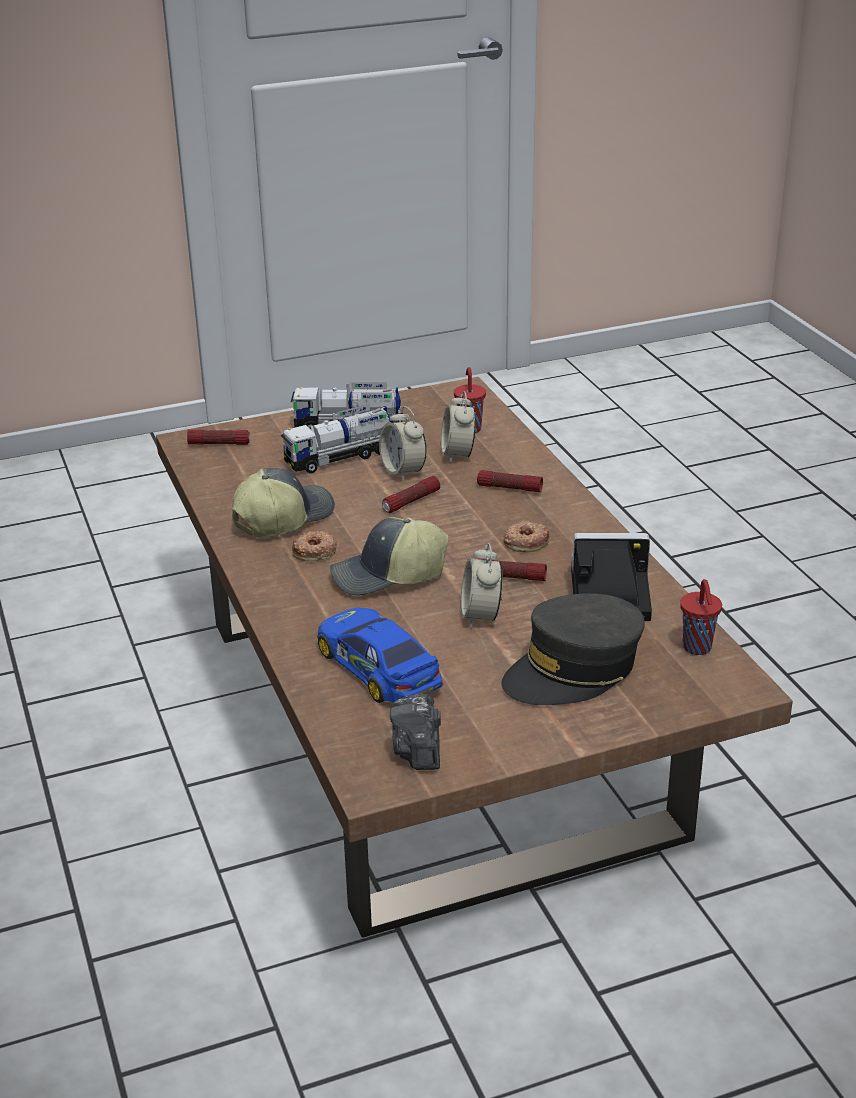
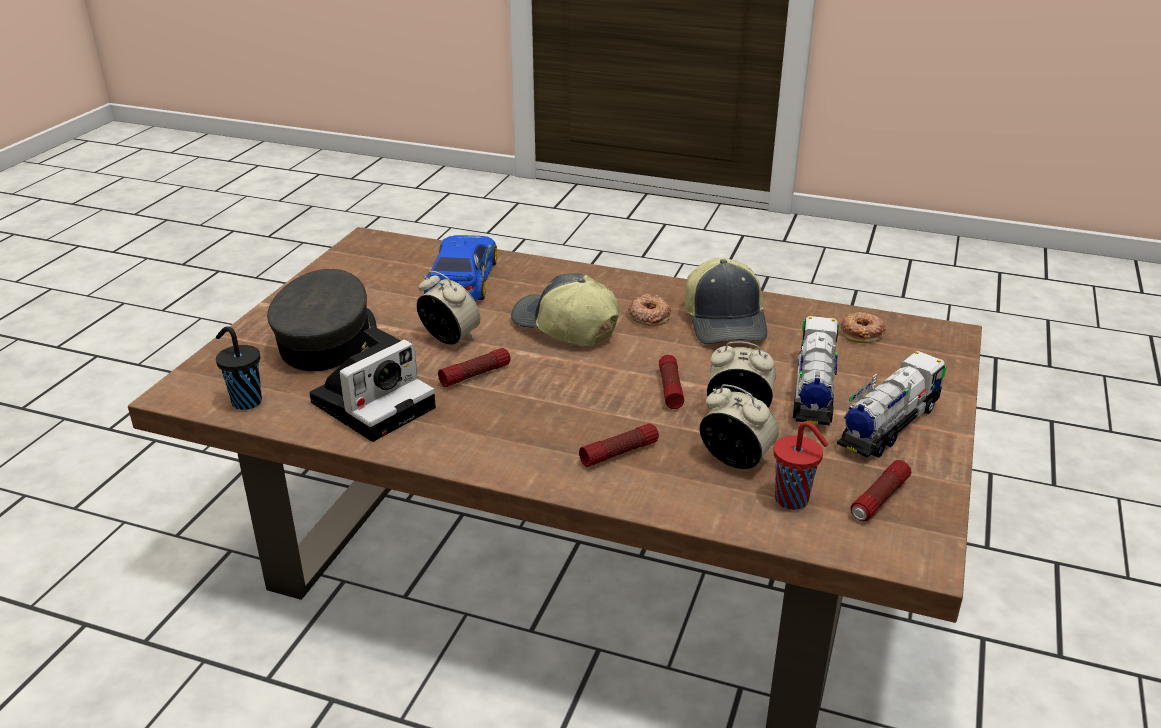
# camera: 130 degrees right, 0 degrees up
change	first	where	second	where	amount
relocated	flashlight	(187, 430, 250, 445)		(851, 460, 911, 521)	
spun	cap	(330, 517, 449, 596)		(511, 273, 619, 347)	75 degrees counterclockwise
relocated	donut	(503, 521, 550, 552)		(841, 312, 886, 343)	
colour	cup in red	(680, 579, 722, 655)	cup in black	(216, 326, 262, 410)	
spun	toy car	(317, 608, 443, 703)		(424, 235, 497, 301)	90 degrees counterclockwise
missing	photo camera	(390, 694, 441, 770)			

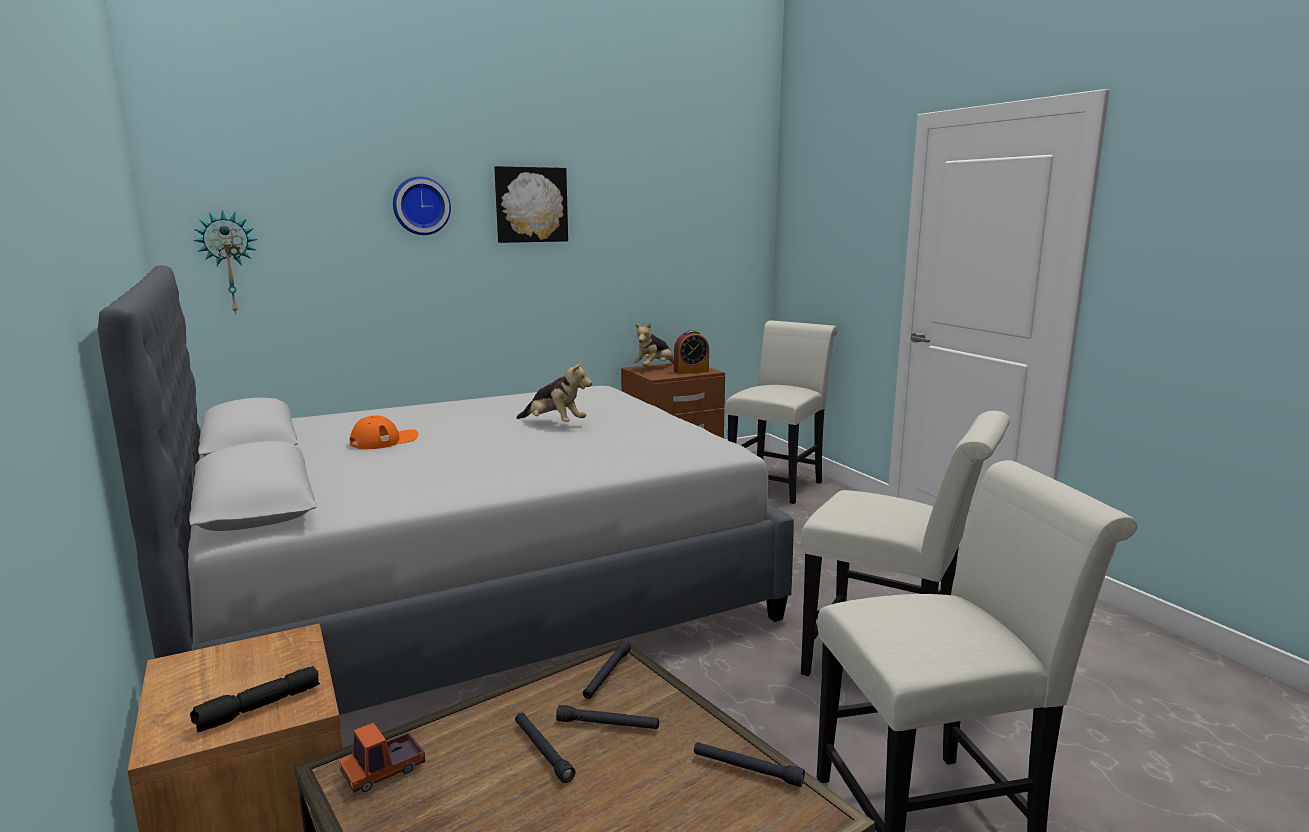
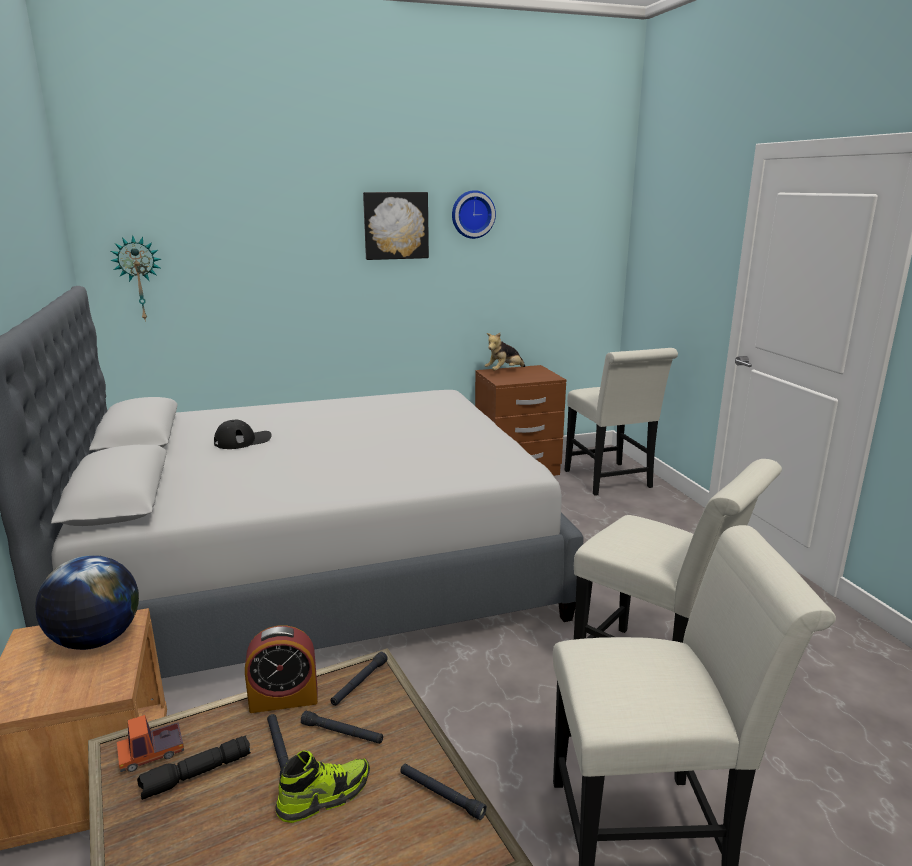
# camera: 10 degrees right, 5 degrees up
change	first	where	second	where	amount
relocated	wall clock	(393, 176, 451, 235)		(452, 190, 496, 239)	
spun	chair in white	(726, 321, 838, 504)		(564, 348, 678, 496)	120 degrees clockwise
relocated	alarm clock	(674, 330, 709, 374)		(245, 626, 318, 713)	
missing	plush toy	(517, 360, 592, 422)			
colour	cap in orange	(350, 416, 418, 449)	cap in black	(214, 420, 272, 449)	
relocated	flashlight in black	(190, 666, 320, 732)		(137, 735, 251, 800)	
appeared			globe	(35, 555, 139, 650)	
appeared			shoe	(275, 750, 370, 823)	

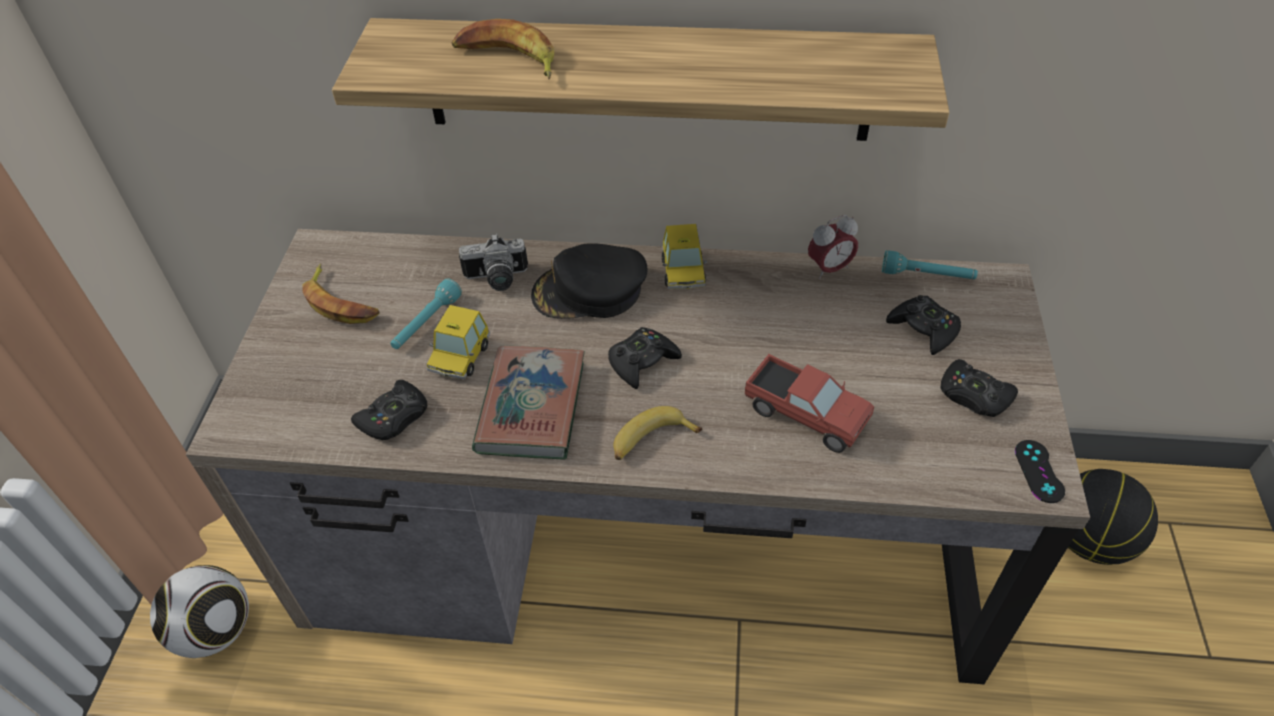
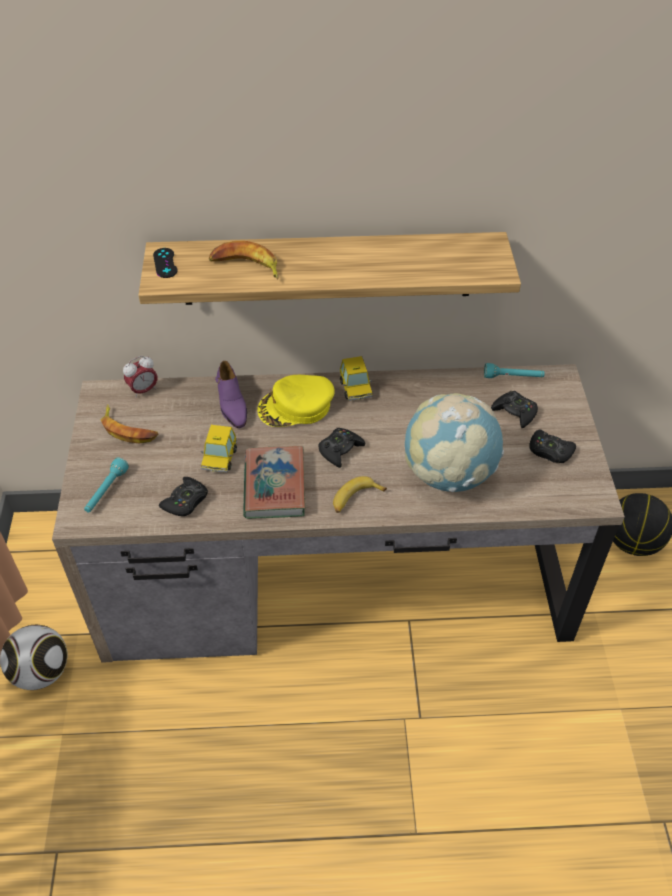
# camera: 10 degrees left, 0 degrees up
change	first	where	second	where	amount
relocated	alarm clock	(808, 215, 858, 279)		(123, 356, 158, 398)	
exchanged	photo camera	(459, 233, 528, 291)	shoe in purple	(215, 361, 247, 428)	
colour	cap in black	(531, 243, 648, 319)	cap in yellow	(257, 375, 335, 427)	
relocated	flashlight in turquoise	(390, 278, 462, 349)		(84, 457, 129, 513)	
exchanged	toy truck	(745, 354, 874, 453)	globe	(405, 393, 504, 492)	
relocated	game controller in black	(1015, 440, 1065, 503)		(153, 248, 178, 278)	

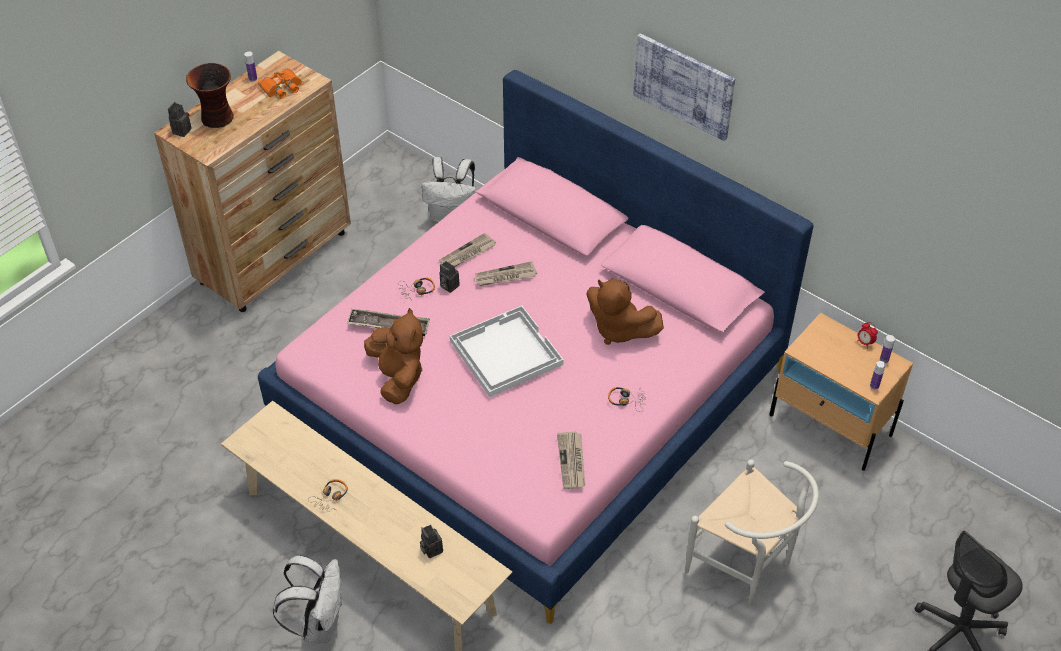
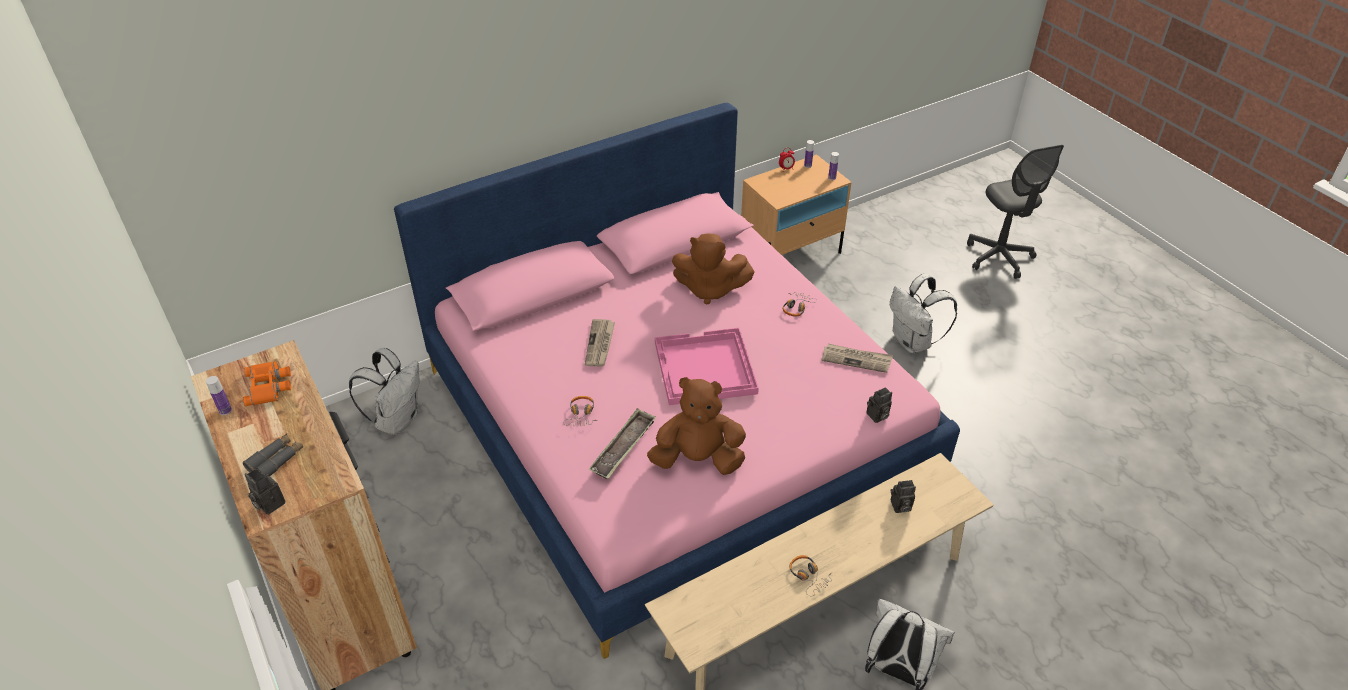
# camera: 70 degrees left, 5 degrees down
change	first	where	second	where	amount
missing	picture	(633, 33, 735, 141)			
exchanged	vase	(186, 63, 234, 128)	binoculars in grey	(243, 434, 303, 476)	
missing	newspaper	(439, 233, 496, 267)			
relocated	photo camera	(439, 261, 460, 293)		(866, 387, 892, 423)	
spun	plush toy in brown	(587, 279, 664, 345)		(672, 234, 755, 305)	45 degrees clockwise
colour	tray in white	(450, 306, 564, 397)	tray in pink	(655, 328, 759, 405)	
exchanged	chair in white	(685, 459, 819, 605)	backpack in white	(890, 274, 957, 353)	

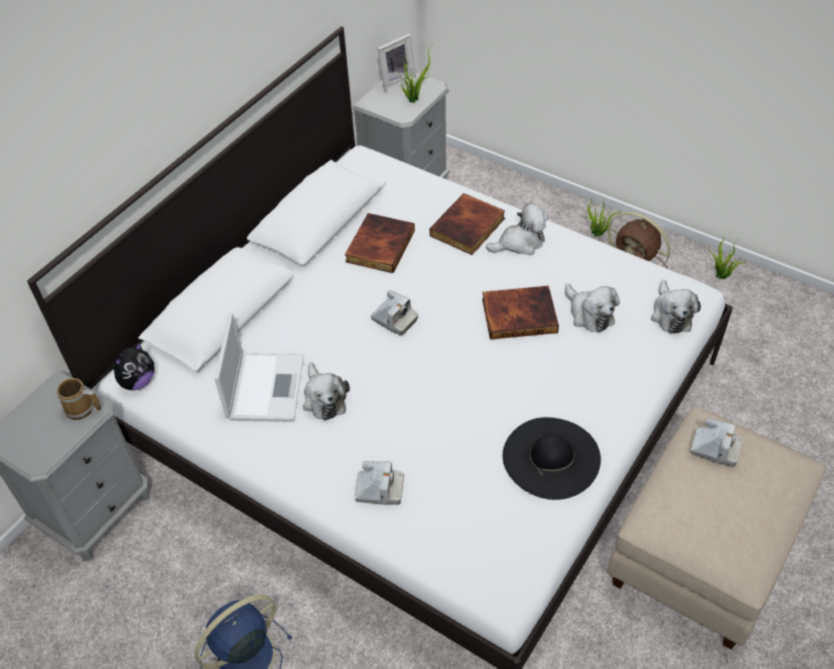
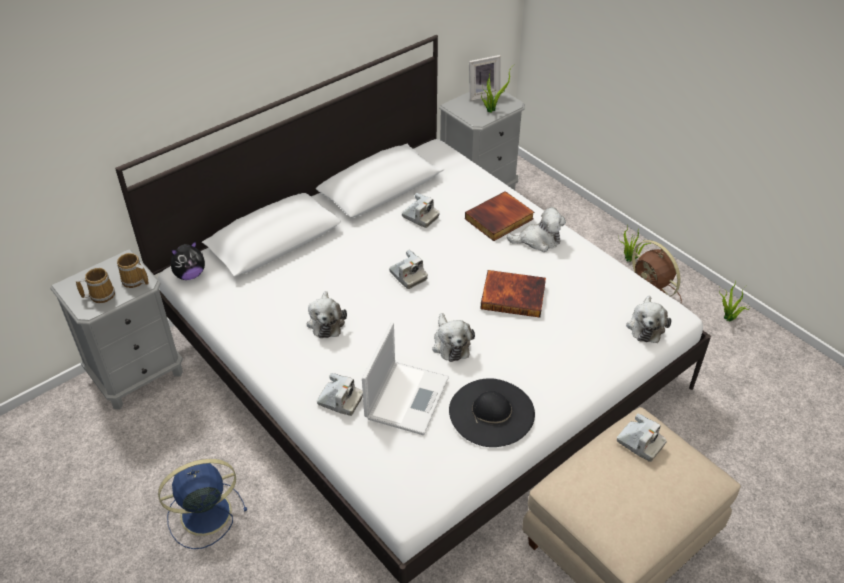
# camera: 15 degrees right, 5 degrees down
change	first	where	second	where	amount
exchanged	book	(345, 213, 415, 273)	photo camera	(402, 193, 440, 228)	
relocated	plush toy	(565, 284, 620, 333)		(432, 313, 475, 362)	
relocated	laptop	(214, 313, 304, 422)		(362, 323, 449, 435)	
appeared			mug	(76, 268, 115, 303)	

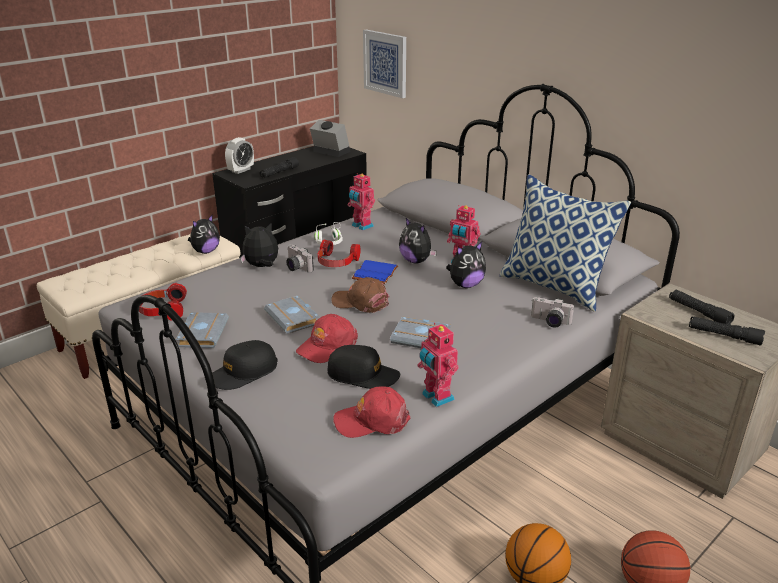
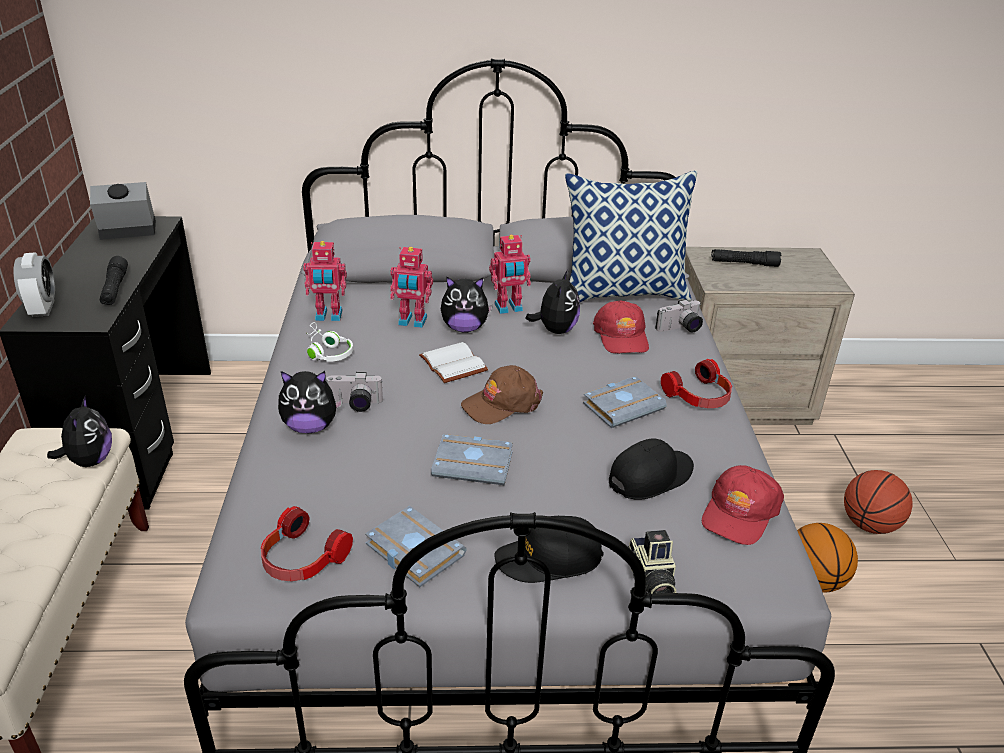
# camera: 50 degrees left, 5 degrees up
change	first	where	second	where	amount
missing	picture	(363, 30, 406, 98)			
spun	plush toy	(240, 223, 278, 267)		(278, 371, 343, 433)	120 degrees counterclockwise
relocated	headphones	(318, 239, 361, 267)		(661, 359, 732, 408)	
colour	book in blue	(352, 260, 398, 284)	book in white	(419, 342, 488, 383)	
relocated	cap in red	(296, 314, 358, 363)		(593, 300, 649, 354)	
missing	flashlight in black	(689, 316, 765, 346)			
relocated	toy robot	(418, 323, 459, 407)		(390, 247, 433, 328)	
spun	cap in black	(212, 340, 278, 390)		(494, 516, 604, 583)	75 degrees clockwise
appeared			photo camera	(628, 530, 676, 594)	

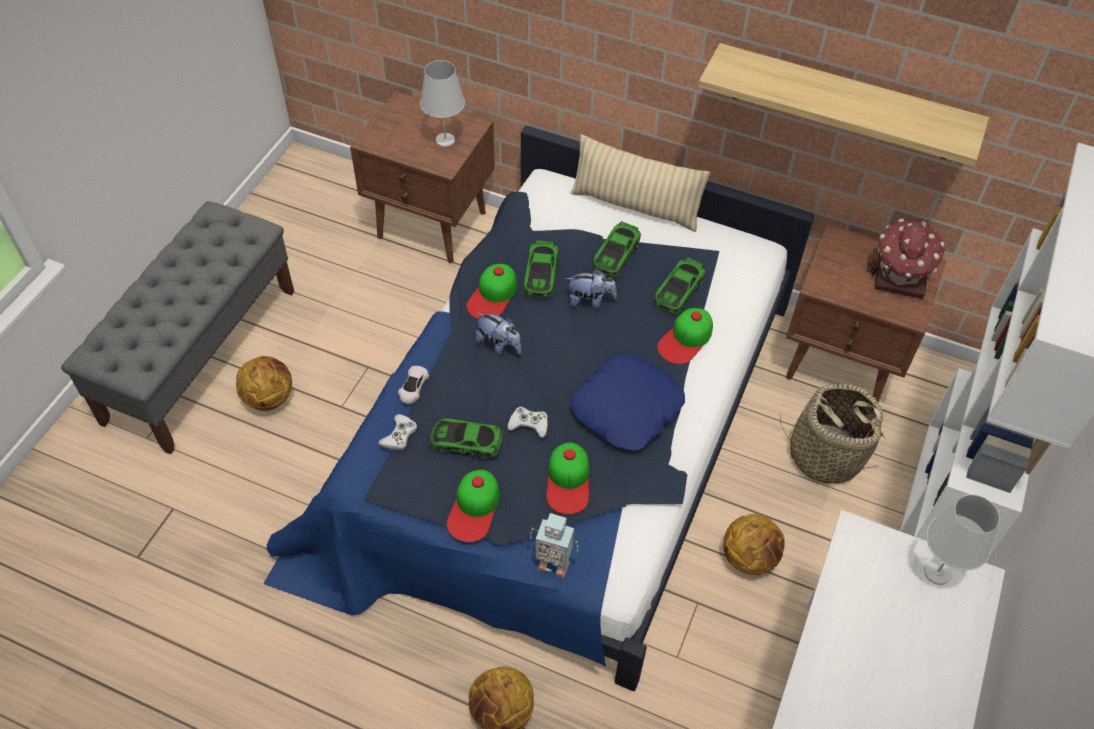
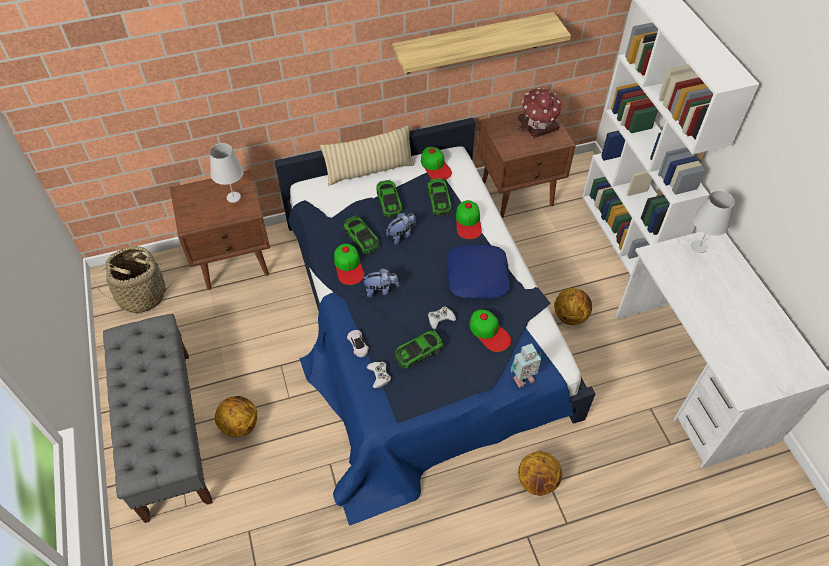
# camera: 40 degrees left, 0 degrees up
change	first	where	second	where	amount
relocated	basket	(780, 384, 886, 484)		(99, 246, 172, 314)	
relocated	cap	(447, 470, 499, 542)		(421, 147, 452, 180)	

